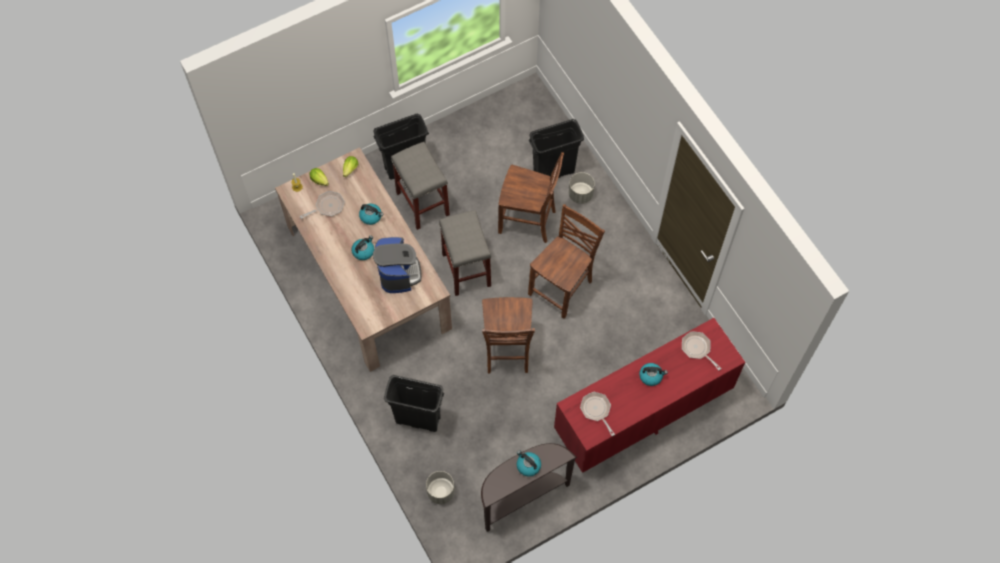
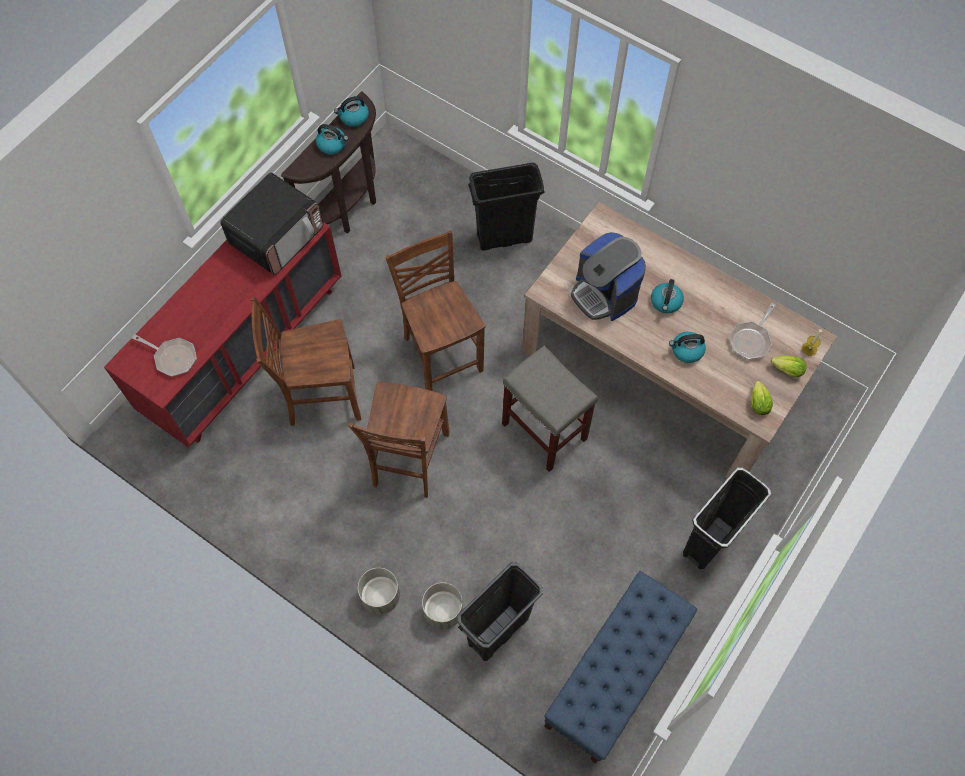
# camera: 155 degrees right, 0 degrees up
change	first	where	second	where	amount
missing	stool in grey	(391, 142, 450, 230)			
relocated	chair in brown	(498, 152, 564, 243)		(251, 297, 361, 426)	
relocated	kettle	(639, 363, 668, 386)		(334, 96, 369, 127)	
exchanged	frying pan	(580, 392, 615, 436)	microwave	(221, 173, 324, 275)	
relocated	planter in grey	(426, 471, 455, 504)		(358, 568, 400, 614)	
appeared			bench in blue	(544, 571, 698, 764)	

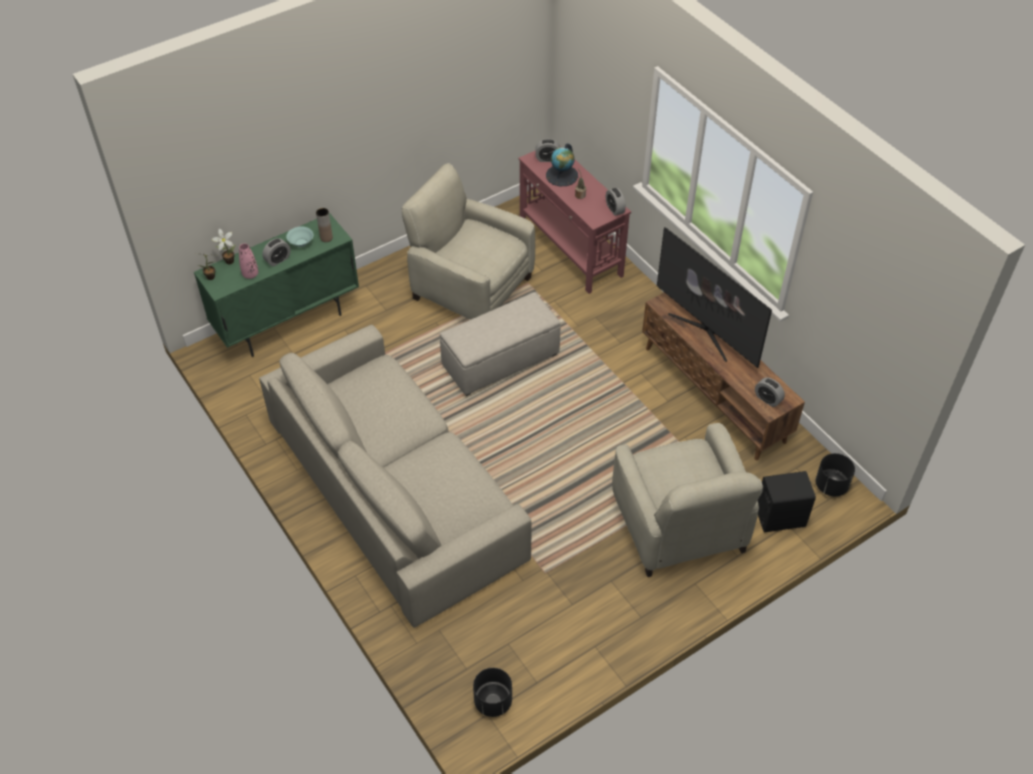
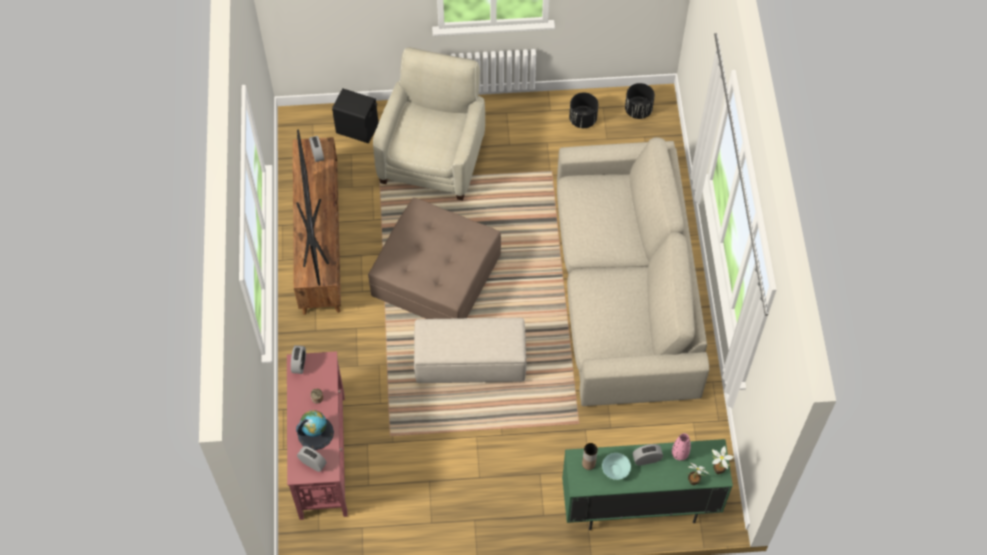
# camera: 150 degrees left, 10 degrees up
change	first	where	second	where	amount
missing	armchair in beige	(401, 163, 535, 320)			
relocated	planter in black	(815, 453, 855, 497)		(569, 93, 598, 128)	
appeared			ottoman in brown	(368, 198, 501, 319)	

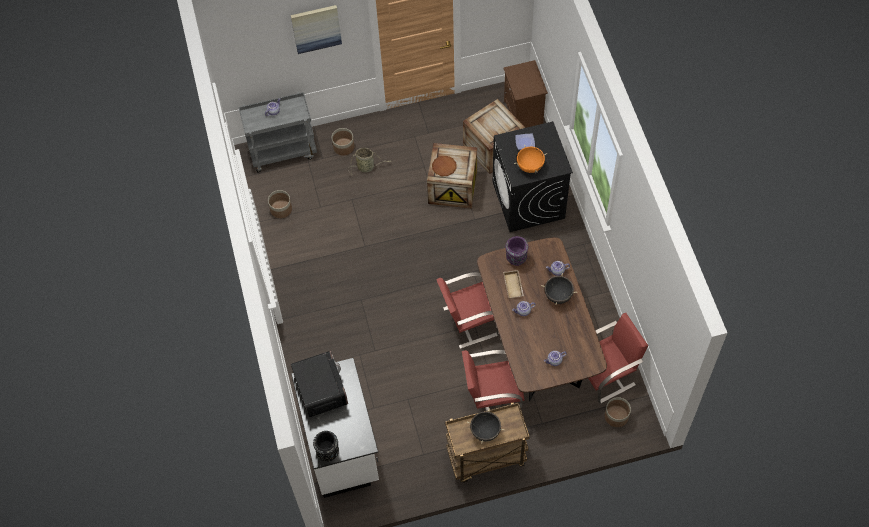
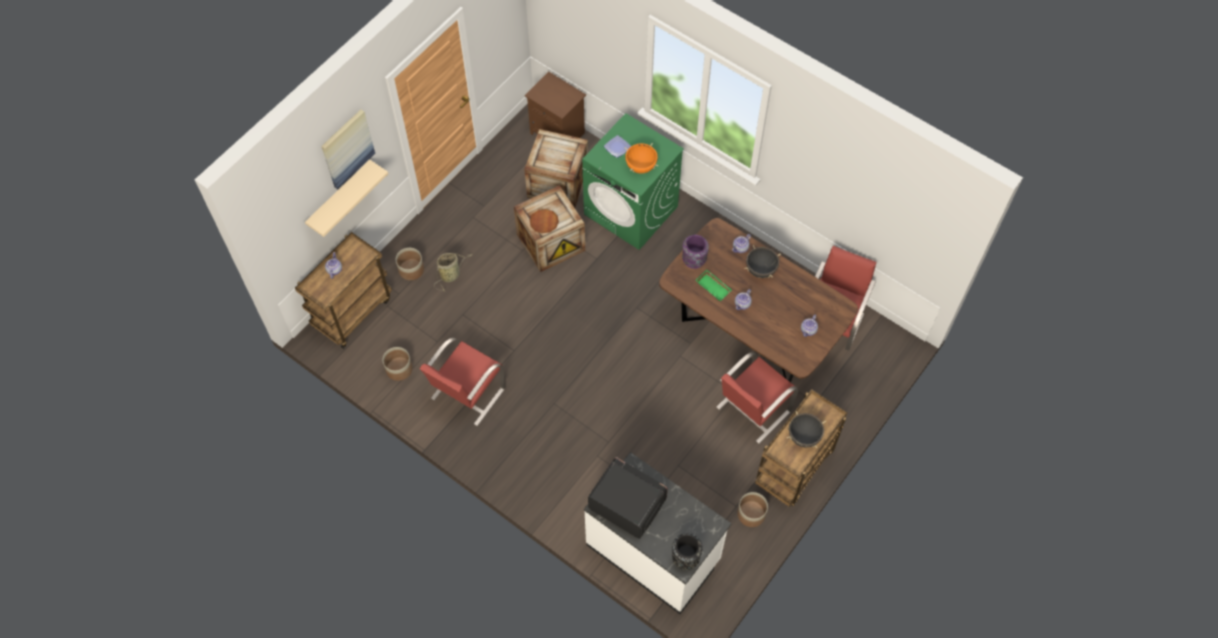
# camera: 40 degrees left, 0 degrees up
change	first	where	second	where	amount
colour	cart in grey	(238, 92, 317, 172)	cart in brown	(295, 232, 392, 349)	
colour	washing machine in black	(492, 121, 573, 232)	washing machine in green	(582, 113, 684, 250)	
colour	tray in beige	(503, 270, 524, 299)	tray in green	(696, 270, 732, 301)	
relocated	chair in red	(436, 272, 499, 349)		(420, 338, 505, 426)	
relocated	planter	(605, 397, 631, 427)		(737, 492, 768, 527)	
appeared			shelf in beige	(305, 160, 388, 237)	

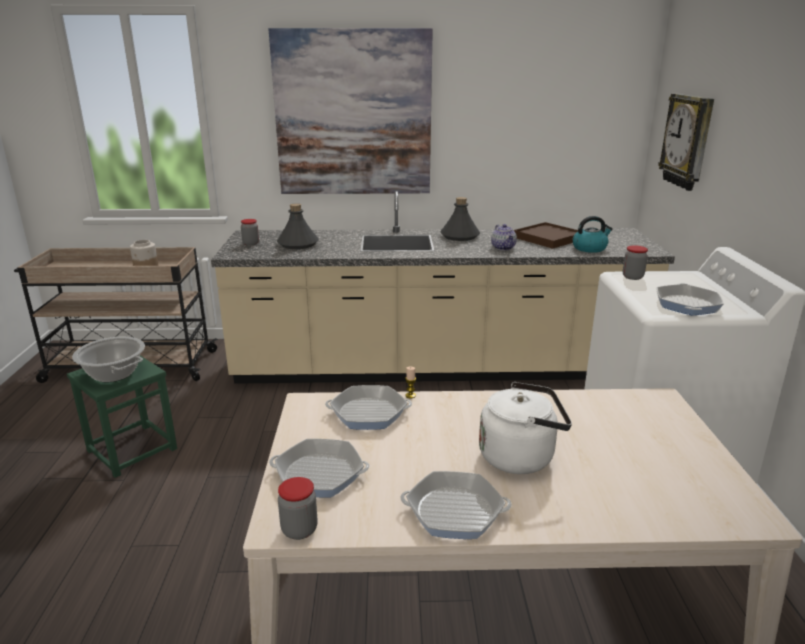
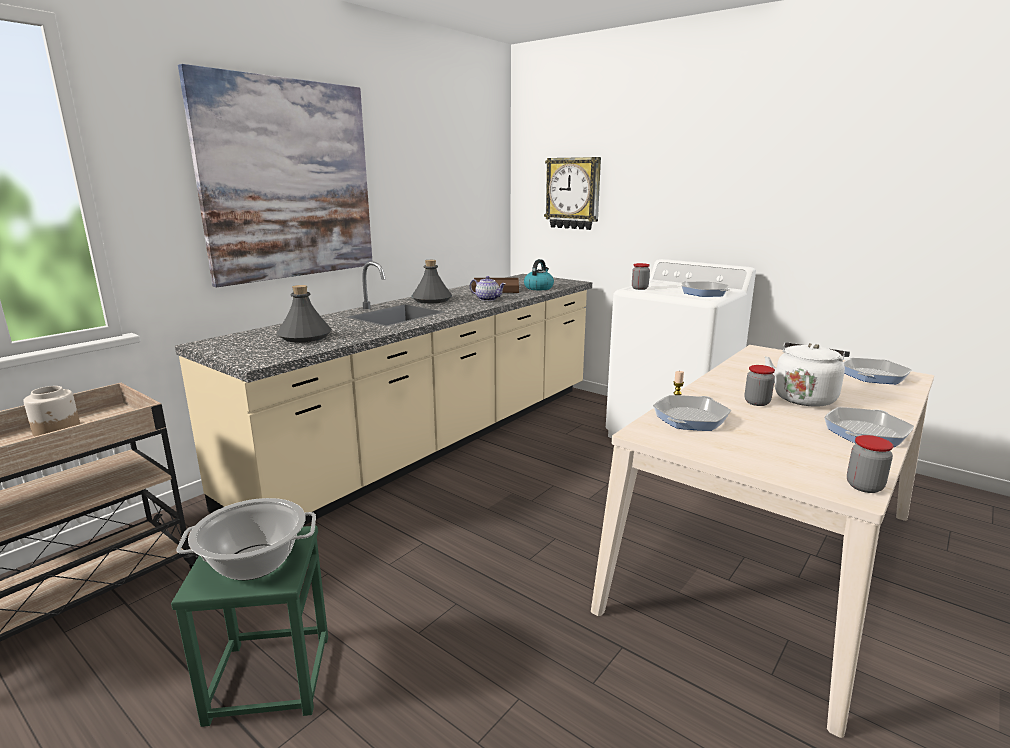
# camera: 50 degrees left, 5 degrees down
change	first	where	second	where	amount
relocated	jar	(241, 219, 259, 246)		(745, 365, 775, 406)	
relocated	frying pan	(269, 439, 369, 498)		(843, 358, 912, 384)	

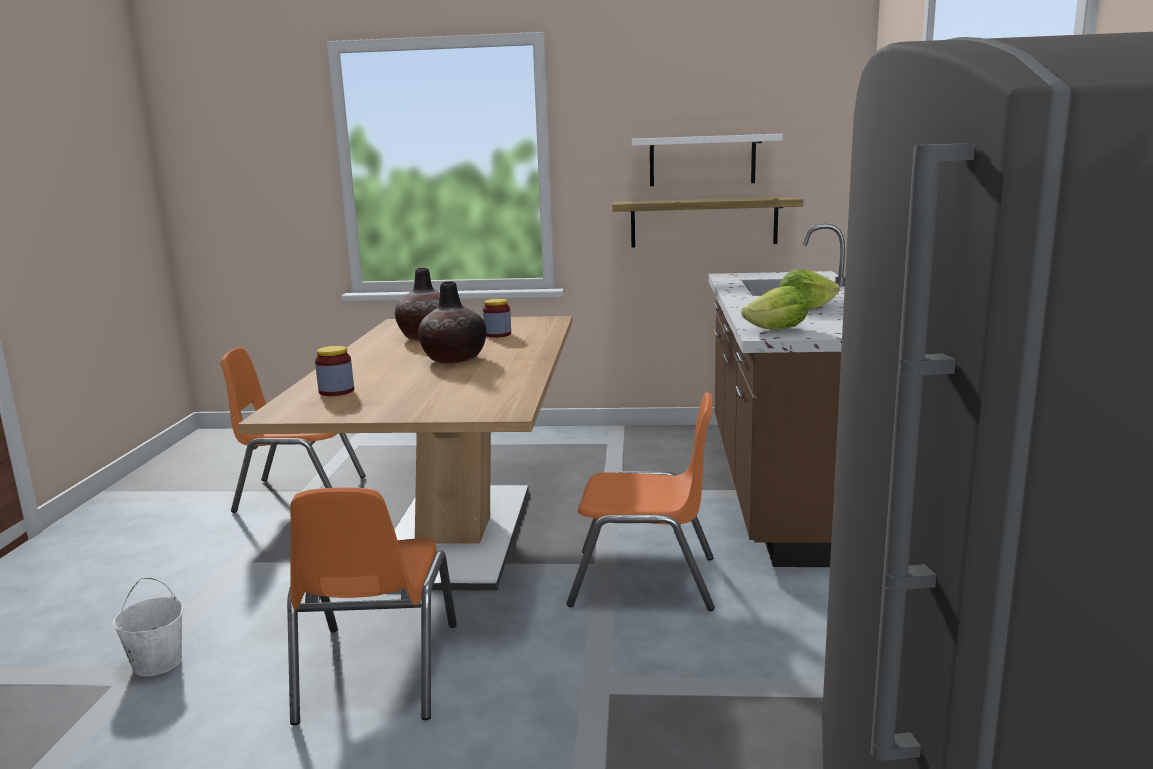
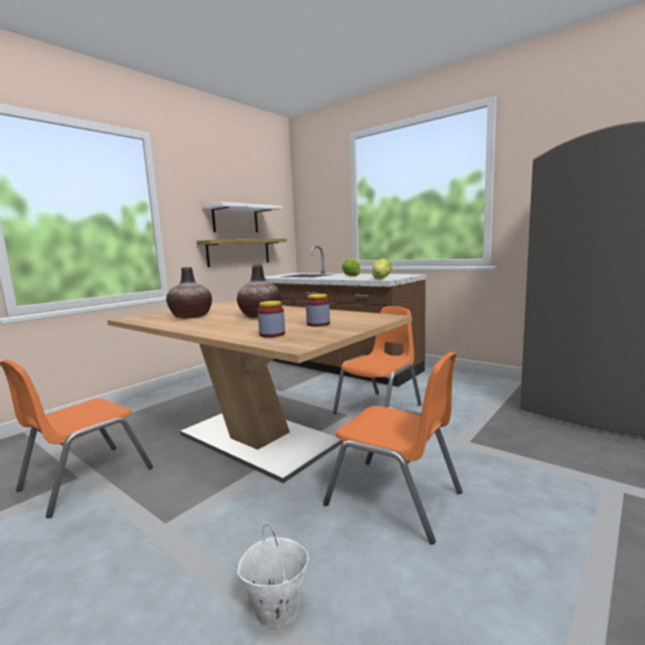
# camera: 55 degrees left, 5 degrees down
change	first	where	second	where	amount
relocated	jar	(483, 299, 511, 338)		(306, 294, 330, 327)	

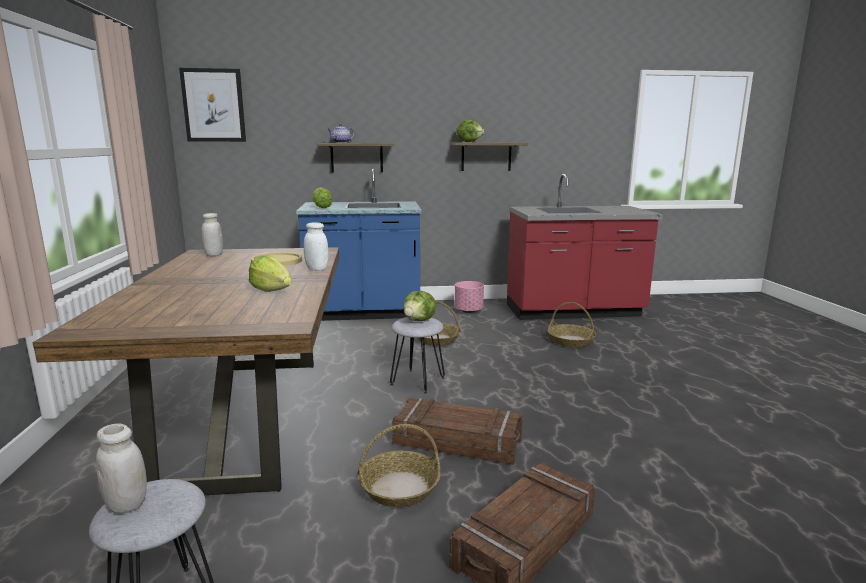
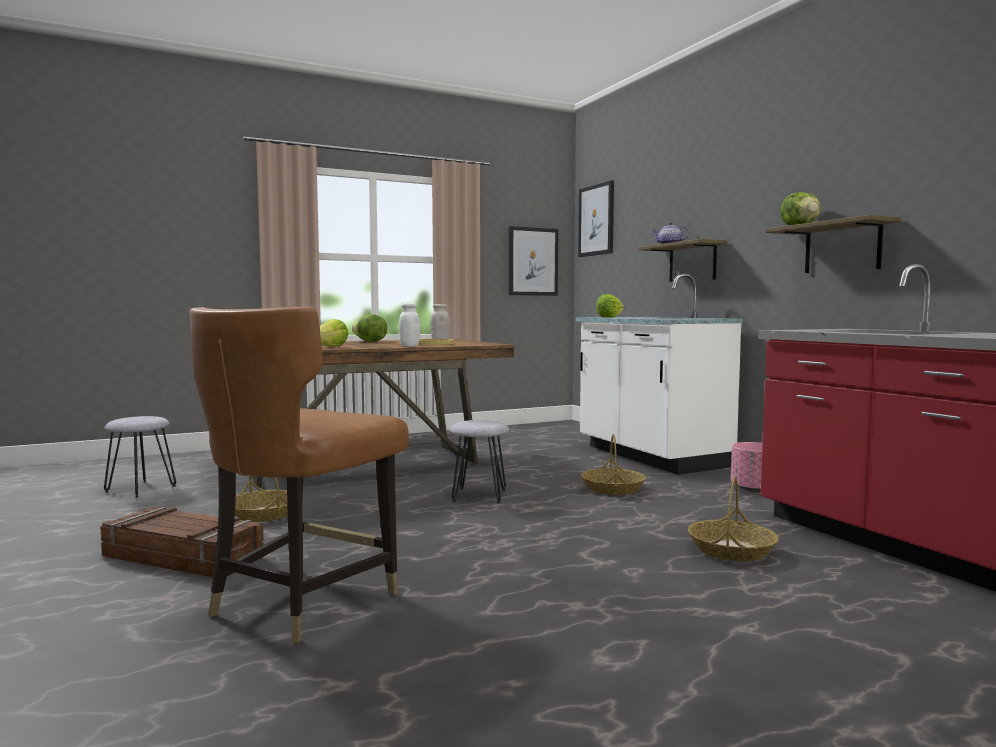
# camera: 70 degrees right, 10 degrees down
change	first	where	second	where	amount
colour	counter in blue	(296, 169, 421, 321)	counter in white	(576, 274, 743, 475)	
relocated	lettuce	(403, 291, 436, 321)		(352, 314, 387, 342)	
missing	crate	(392, 398, 523, 465)			
missing	jar in white	(96, 423, 147, 514)			
appeared			picture	(508, 226, 558, 296)	
appeared			chair in brown	(189, 307, 409, 643)	

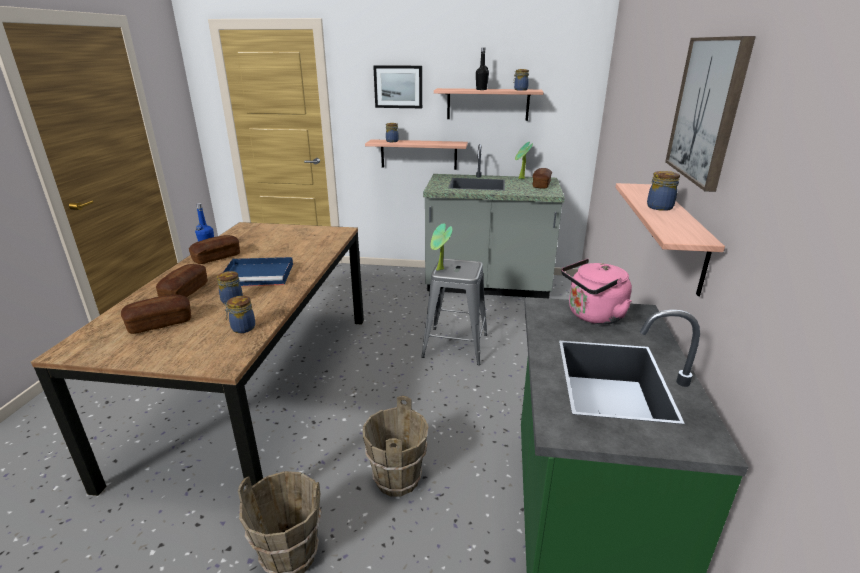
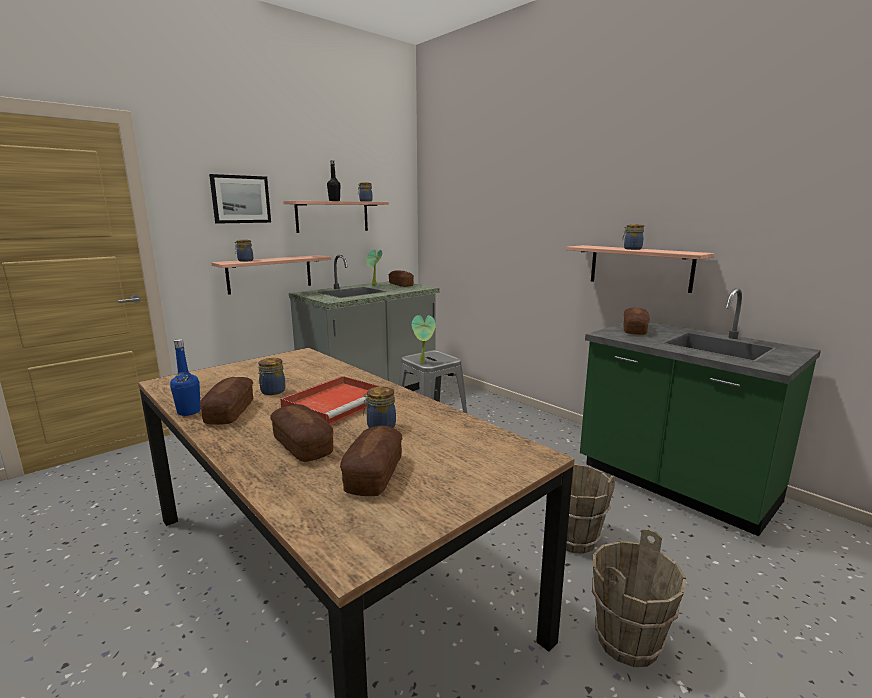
# camera: 50 degrees left, 10 degrees down
change	first	where	second	where	amount
missing	picture	(665, 36, 756, 192)			
colour	tray in blue	(223, 257, 293, 286)	tray in red	(280, 376, 381, 425)	
exchanged	kettle in pink	(561, 259, 632, 324)	bread	(623, 308, 650, 335)	
relocated	jar	(224, 296, 255, 333)		(258, 358, 285, 395)	

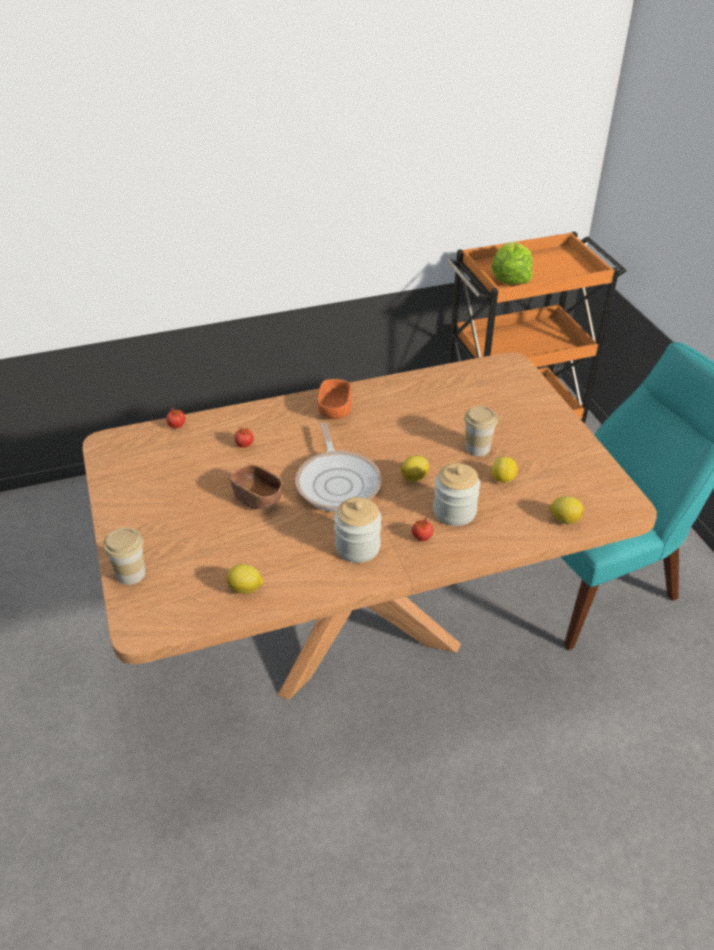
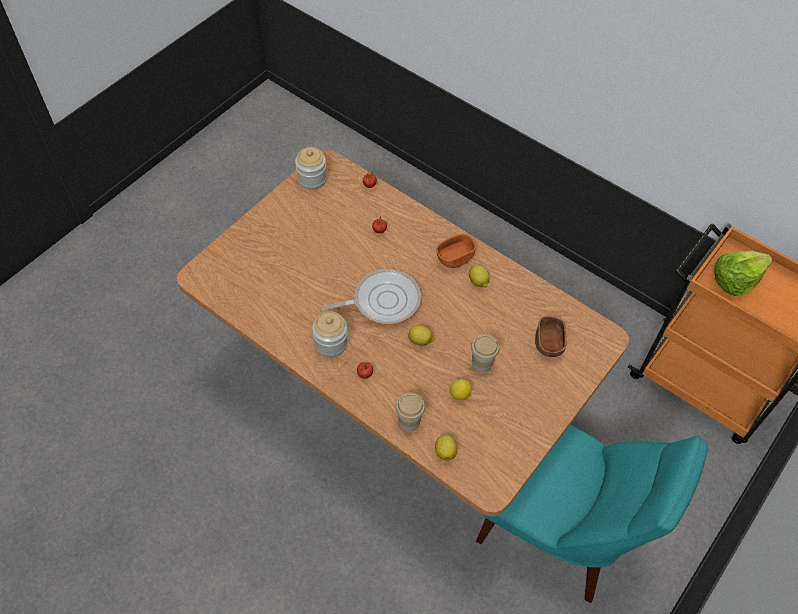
# camera: 55 degrees right, 15 degrees up
change	first	where	second	where	amount
spun	frying pan	(295, 423, 382, 512)		(321, 269, 421, 324)	150 degrees counterclockwise
relocated	jar	(433, 463, 480, 526)		(295, 147, 327, 190)	
relocated	bowl in brown	(230, 464, 283, 509)		(535, 316, 566, 357)	
relocated	cup	(103, 528, 145, 585)		(395, 393, 425, 431)	
relocated	lemon	(227, 564, 264, 594)		(469, 265, 490, 287)	

